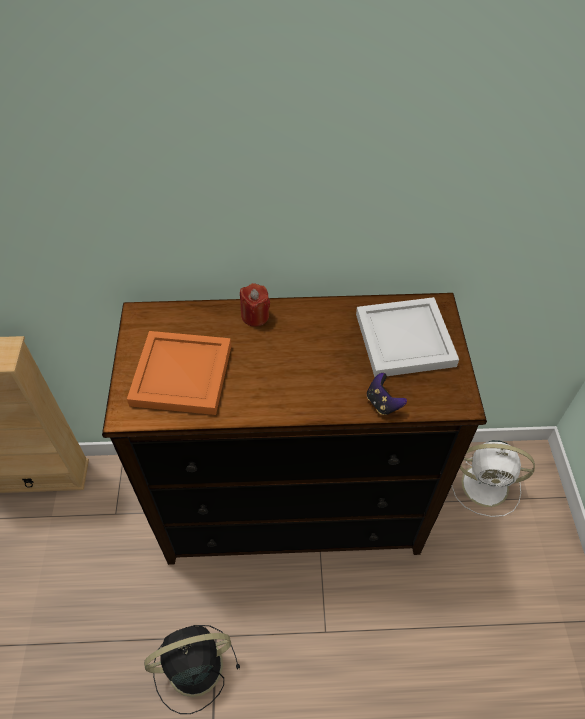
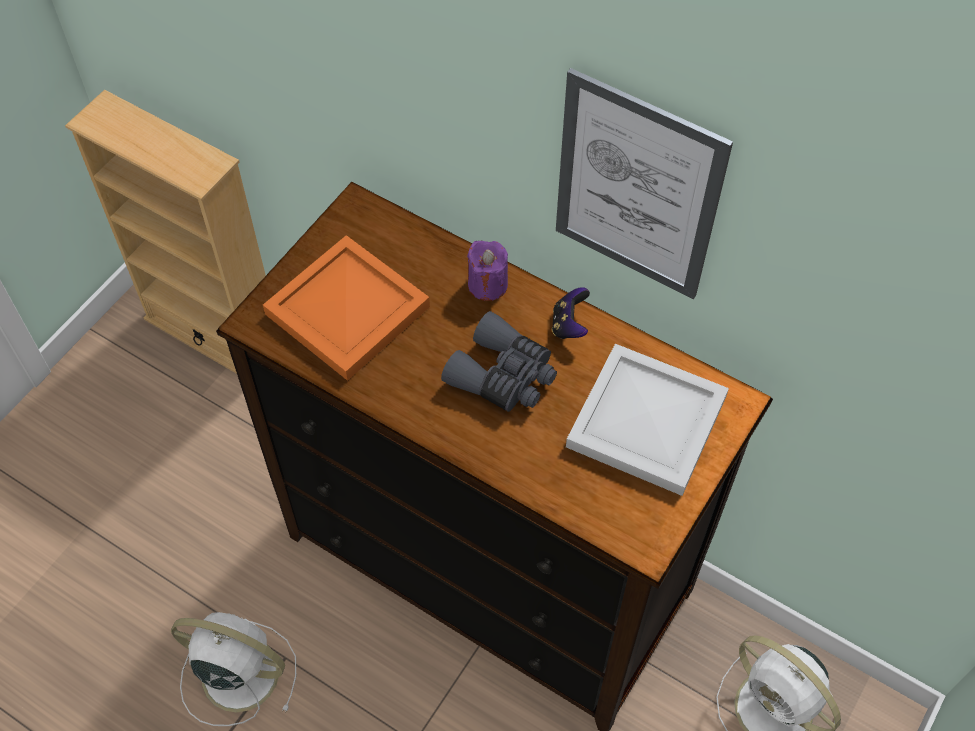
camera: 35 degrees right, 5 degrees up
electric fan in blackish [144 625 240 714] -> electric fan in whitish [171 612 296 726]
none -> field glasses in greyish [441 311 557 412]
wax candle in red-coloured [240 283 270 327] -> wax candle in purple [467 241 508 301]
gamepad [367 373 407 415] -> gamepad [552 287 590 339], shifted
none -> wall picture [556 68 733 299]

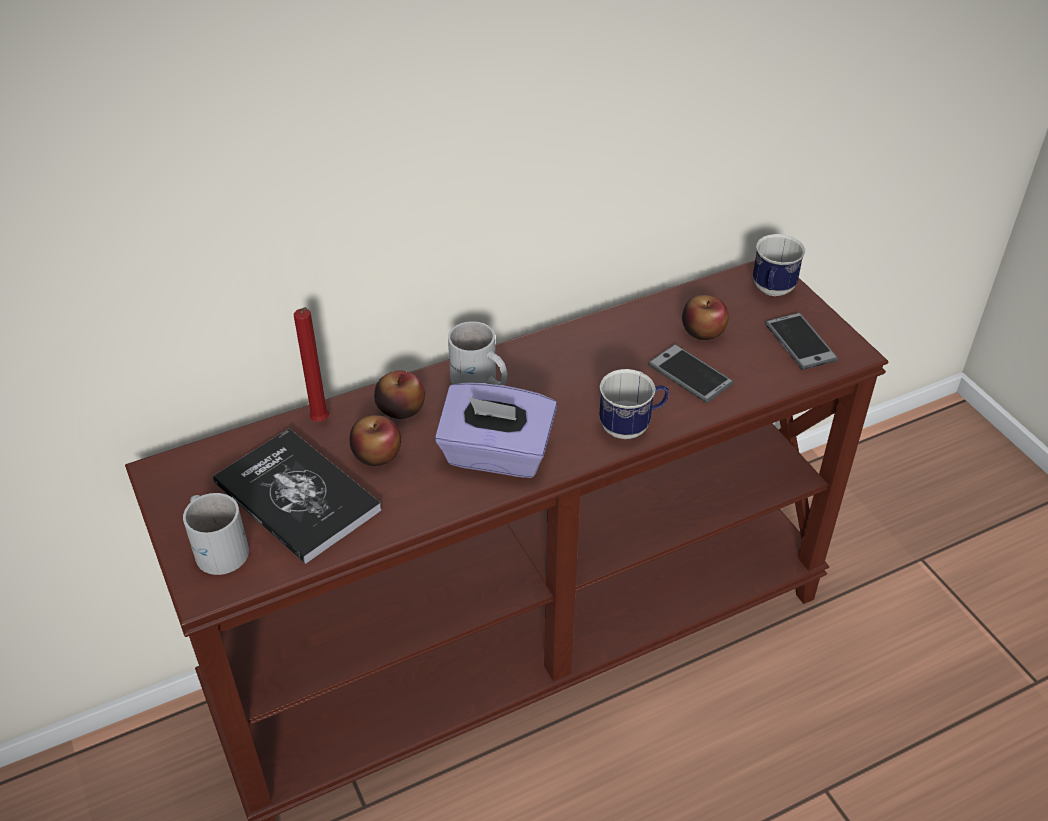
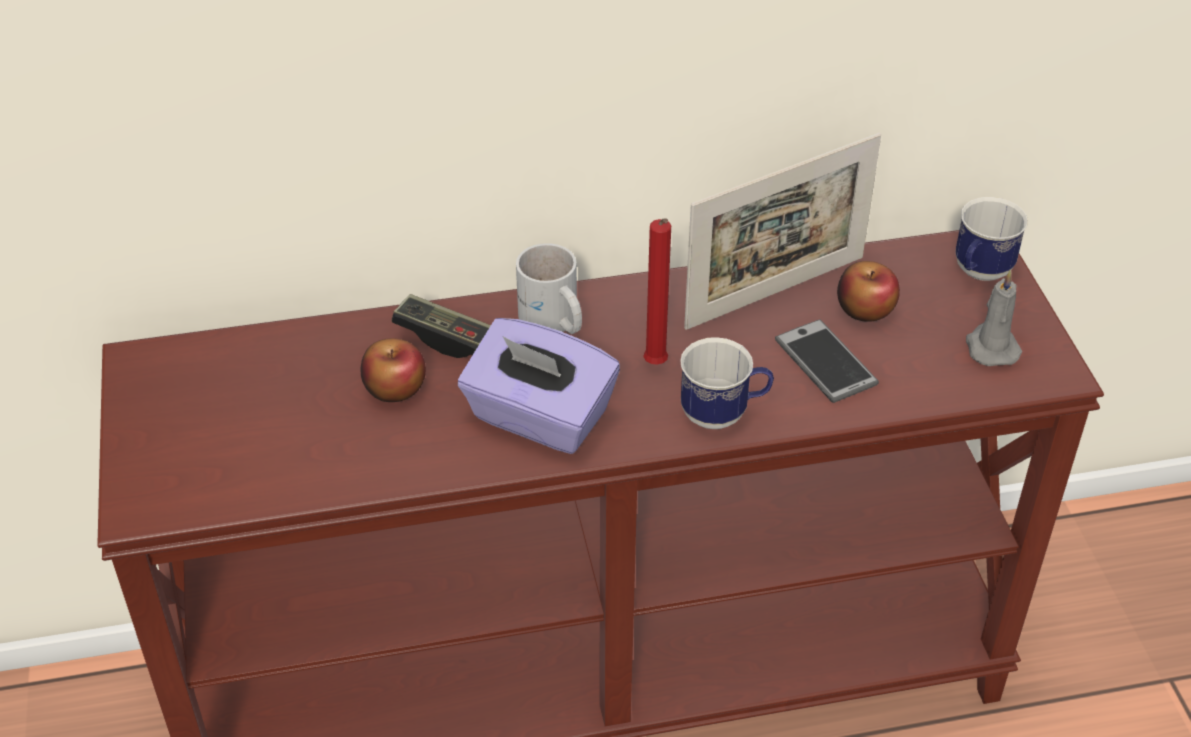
camera: 15 degrees right, 0 degrees up
apple fruit [374 370 425 419] -> gamepad [392 294 491 358]
wax candle in red-coloured [294 307 329 422] -> wax candle in red-coloured [643 218 671 365], shifted
none -> picture frame [684 133 881 330]
phone [765 313 838 370] -> wax candle in greyish [966 269 1022 366]
coffee mug in whitish [183 493 249 575] -> none
bound book [213 429 382 564] -> none

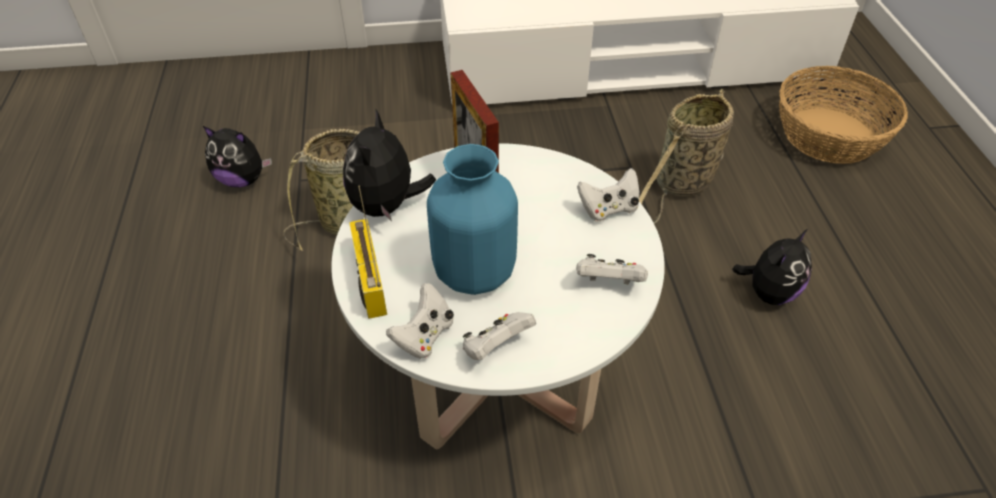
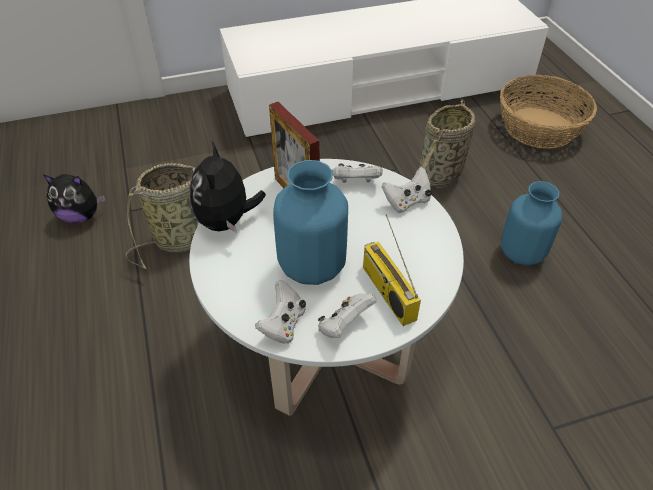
camera: 10 degrees left, 0 degrees up
gamepad in whitish [576 254 648 284] -> gamepad in whitish [332 164 383 183], shifted
radio receiver [349 185 387 319] -> radio receiver [363 214 421 326], shifted
soft toy [732 229 812 305] -> vase in blue-coloured [501 181 562 266]

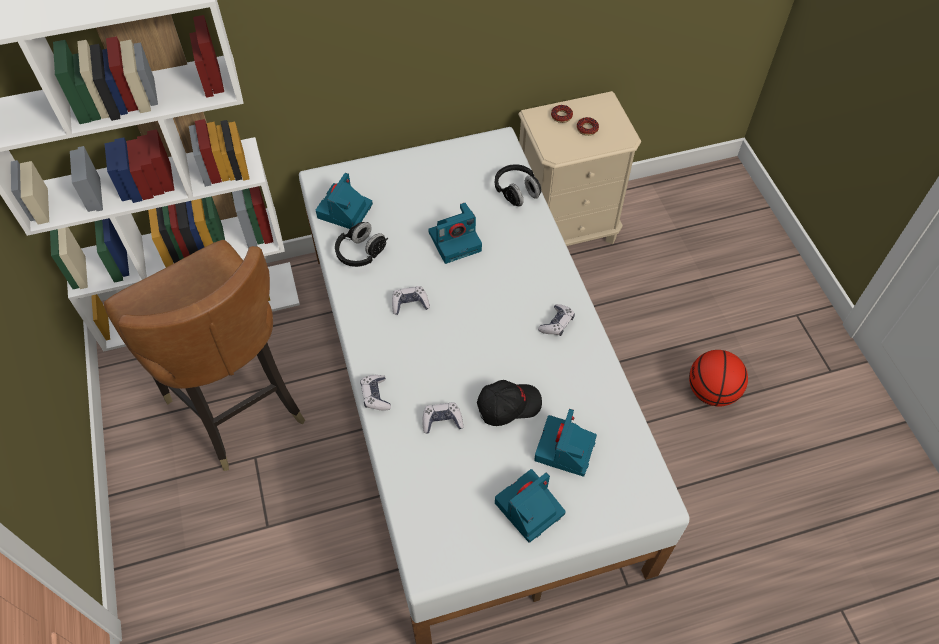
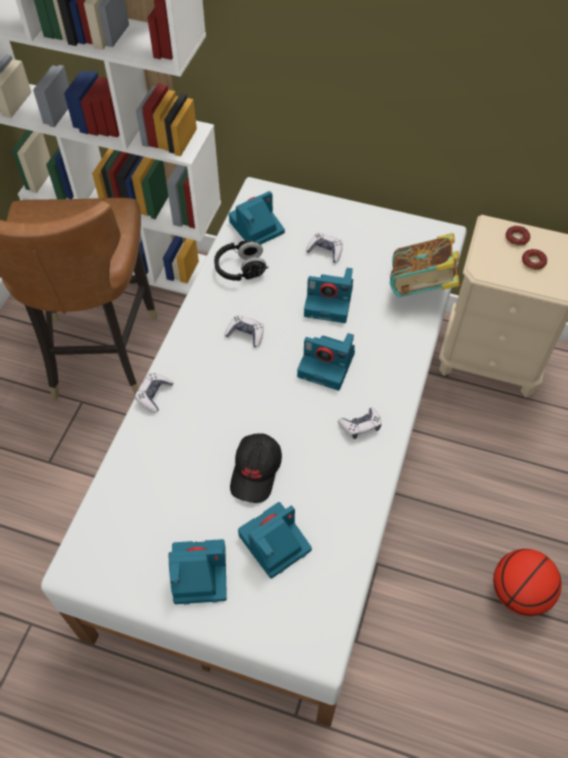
camera: 35 degrees right, 0 degrees up
baseball cap in blackish [477 380 542 426] -> baseball cap in blackish [230 433 282 503], 90 degrees clockwise
none -> still camera [297 333 355 391]
gamepad [423 403 463 434] -> gamepad [306 232 343 263], shifted
pair of headphones in blackish [495 164 541 206] -> bound book [390 233 459 297]

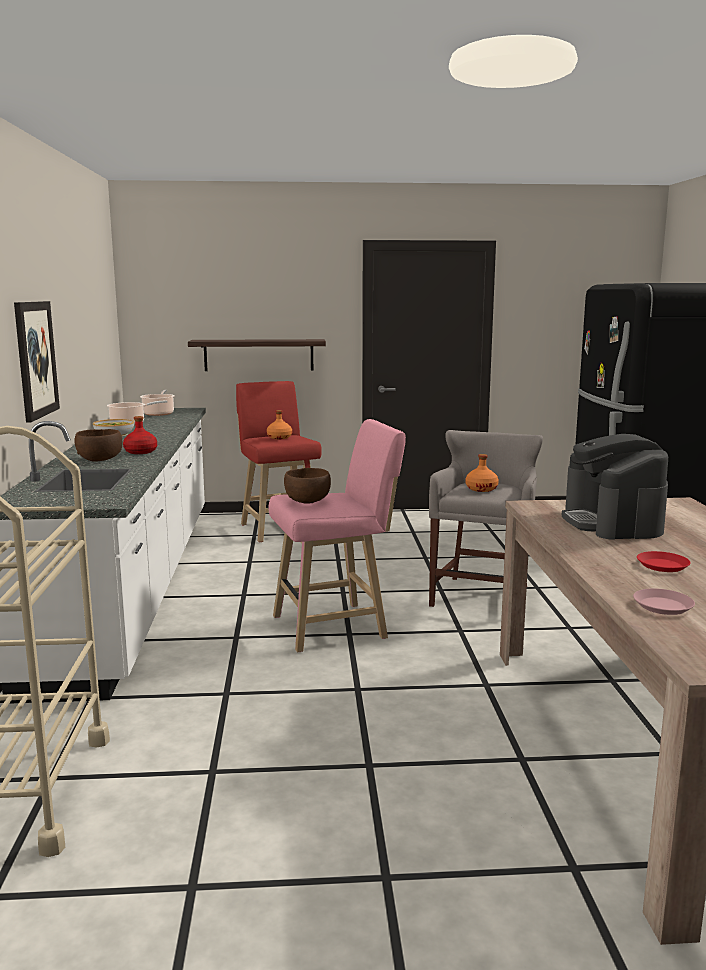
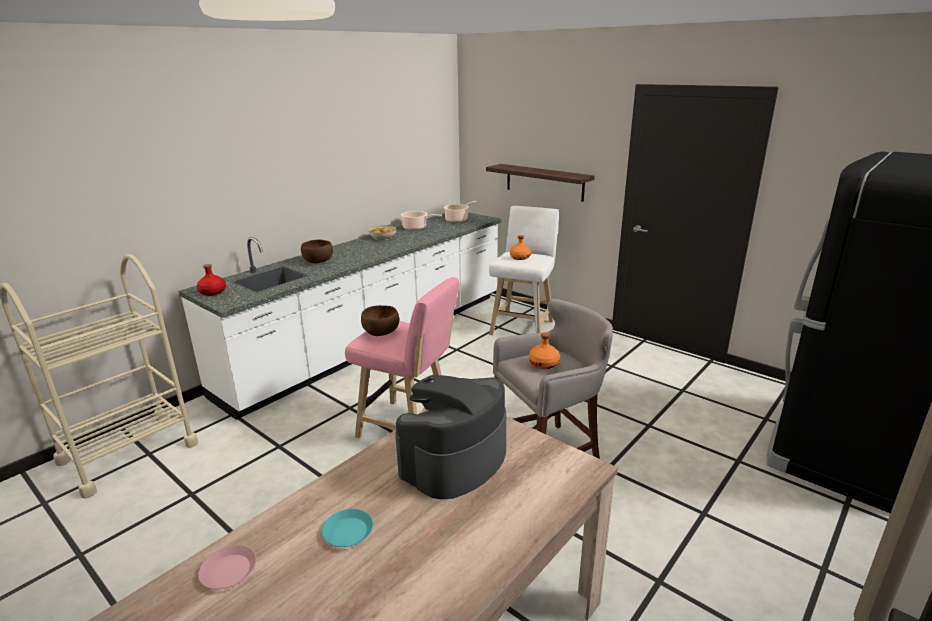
camera: 45 degrees right, 10 degrees up
drink bottle in red-coloured [123 416 157 454] -> drink bottle in red-coloured [197 264 226 296], shifted
flat dish in red-coloured [637 551 691 572] -> flat dish in turquoise [322 509 373 547]
stool in red-coloured [236 381 322 542] -> stool in whitish [489 206 559 335]
wall picture [14 301 60 422] -> none

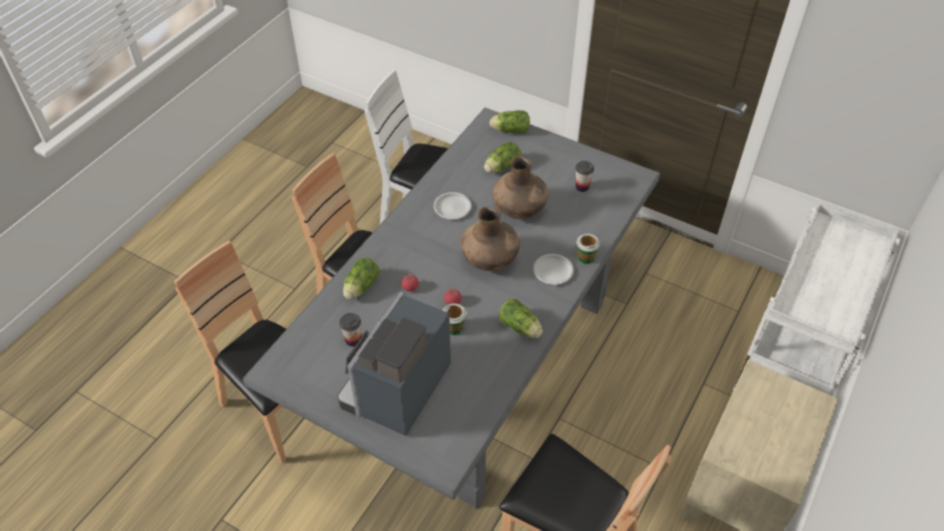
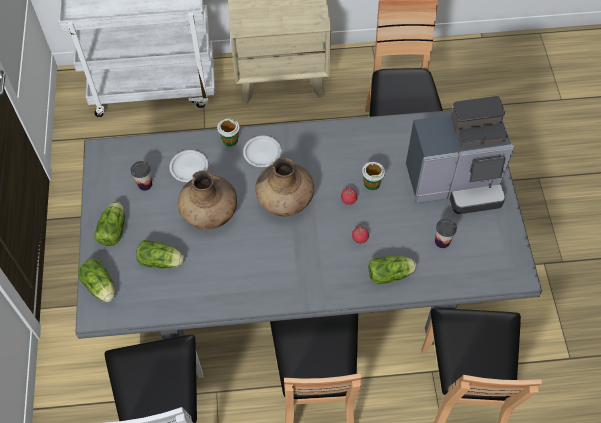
camera: 125 degrees left, 10 degrees up
lettuce head [499 299 543 338] -> lettuce head [94 202 125 246], shifted
flat dish in whitish [434 192 472 219] -> flat dish in whitish [169 150 208 182], shifted

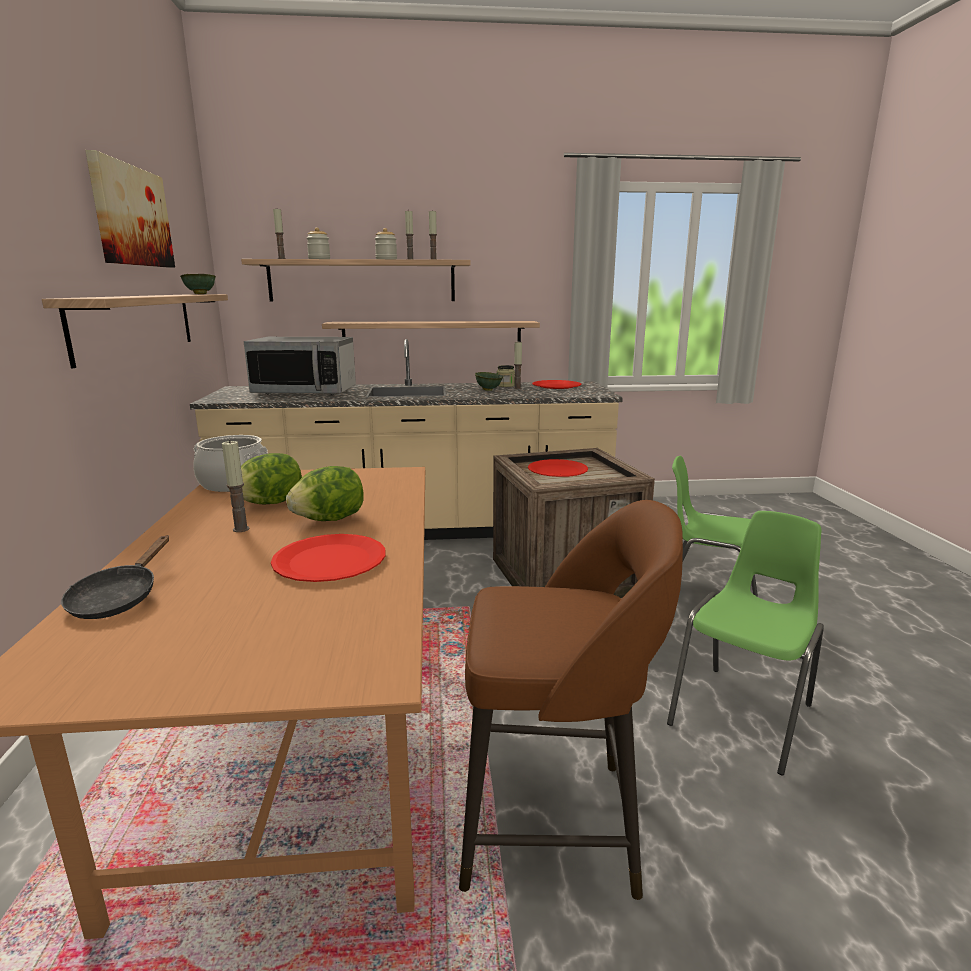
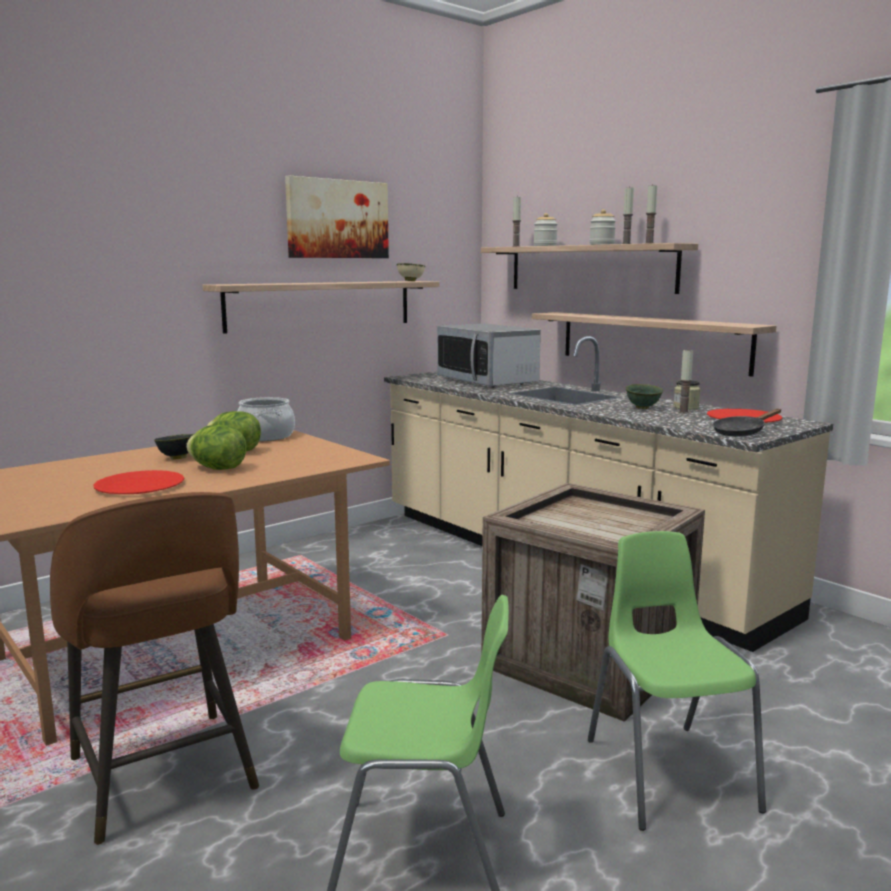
camera: 55 degrees right, 5 degrees down
wax candle [222 440 249 532] -> bowl in blackish [154 434 194 459]
bowl in green-coloured [180 274 216 294] -> bowl in beige [397 263 426 281]
pan in blackish [61 535 169 619] -> pan in blackish [712 409 781 436], shifted
flat dish in red-coloured [528 459 588 477] -> none

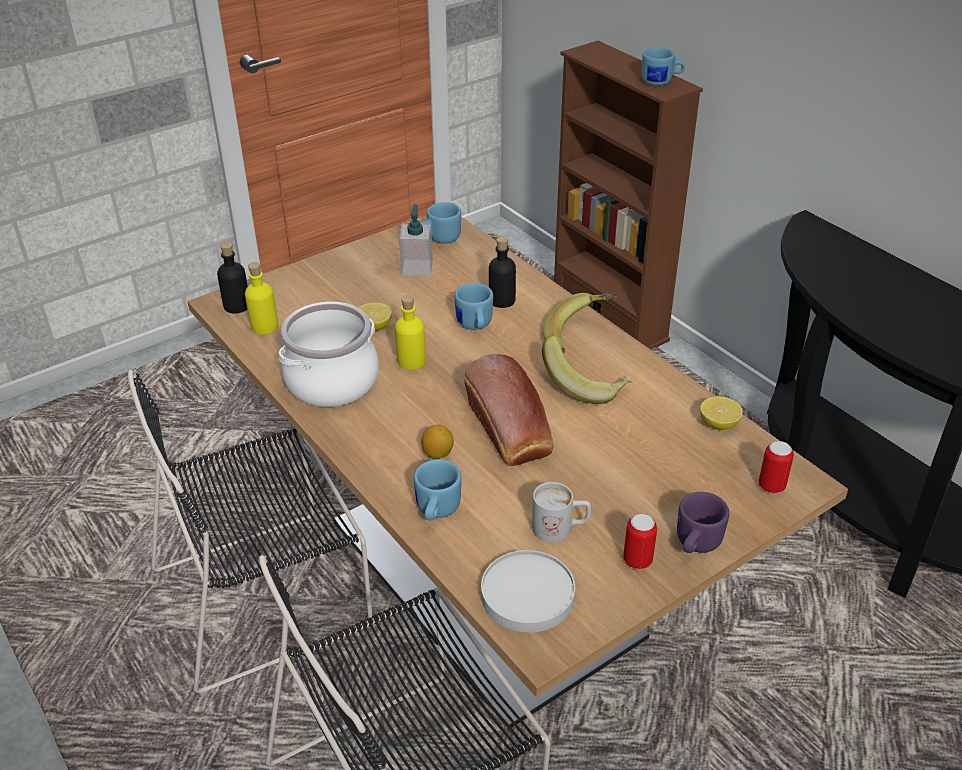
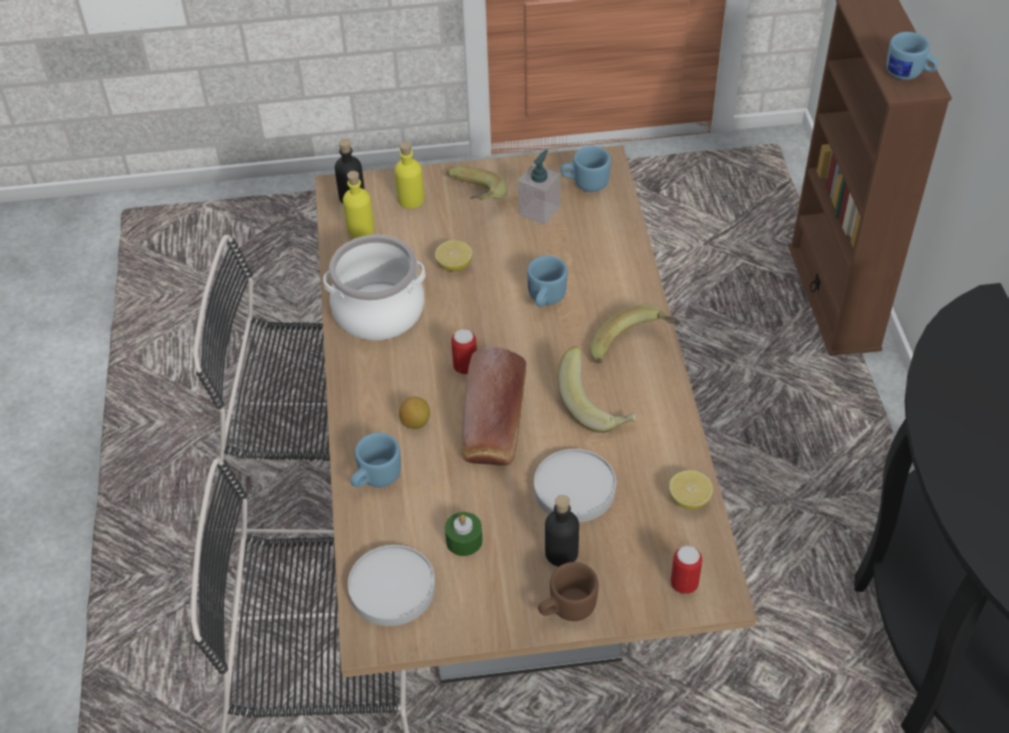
camera: 30 degrees right, 10 degrees up
drink bottle in yellow-coloured [395 295 426 370] -> drink bottle in yellow-coloured [395 141 424 209], shifted
coffee mug in whitish [532 482 591 542] -> wax candle in green-coloured [445 512 483 556]
none -> whole banana [447 166 508 200]
can [623 514 657 570] -> can [451 329 477 375], shifted
none -> flat dish in whitish [534 449 616 522]
coffee mug in purple [677 492 729 553] -> coffee mug in brown [538 562 599 621]
drink bottle in blackish [489 236 516 308] -> drink bottle in blackish [545 495 579 567], shifted

